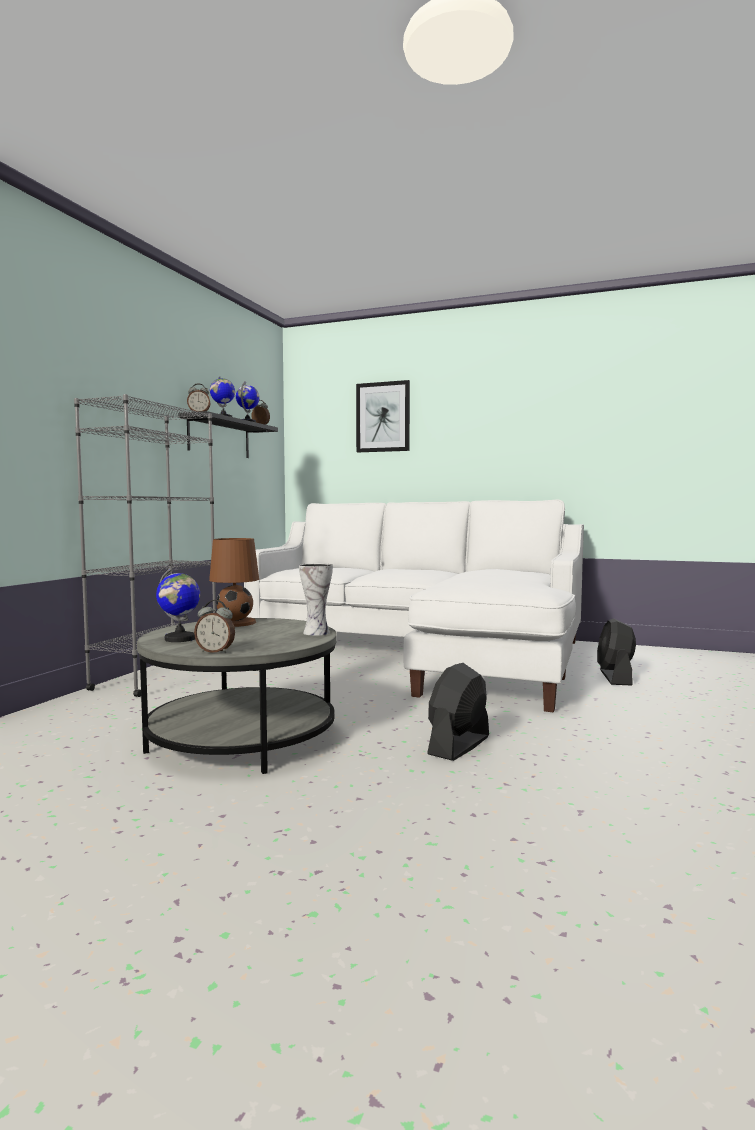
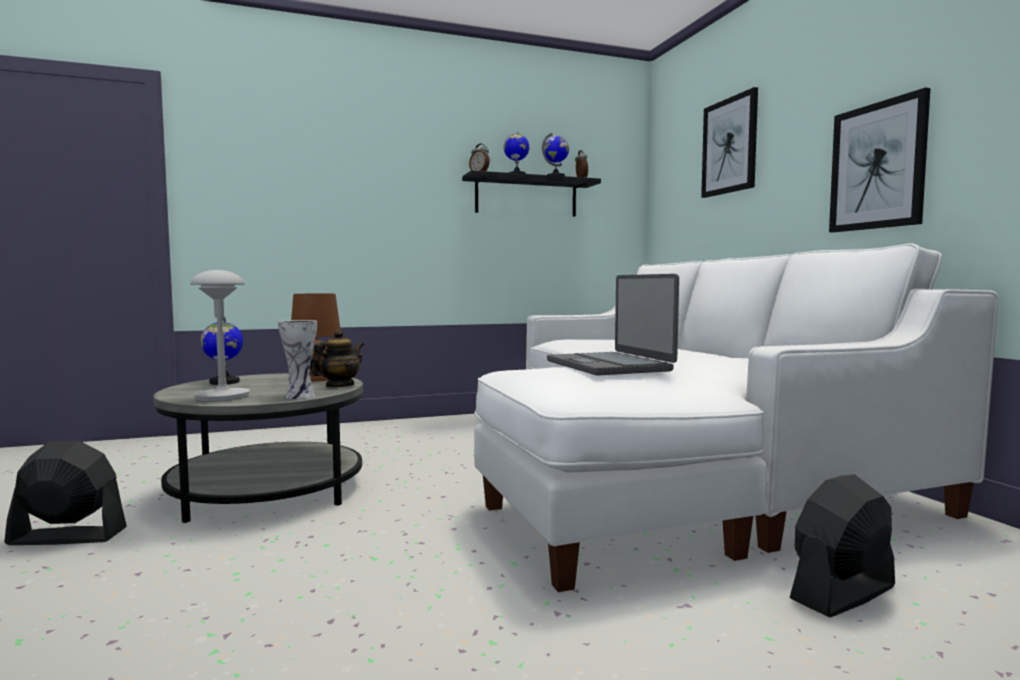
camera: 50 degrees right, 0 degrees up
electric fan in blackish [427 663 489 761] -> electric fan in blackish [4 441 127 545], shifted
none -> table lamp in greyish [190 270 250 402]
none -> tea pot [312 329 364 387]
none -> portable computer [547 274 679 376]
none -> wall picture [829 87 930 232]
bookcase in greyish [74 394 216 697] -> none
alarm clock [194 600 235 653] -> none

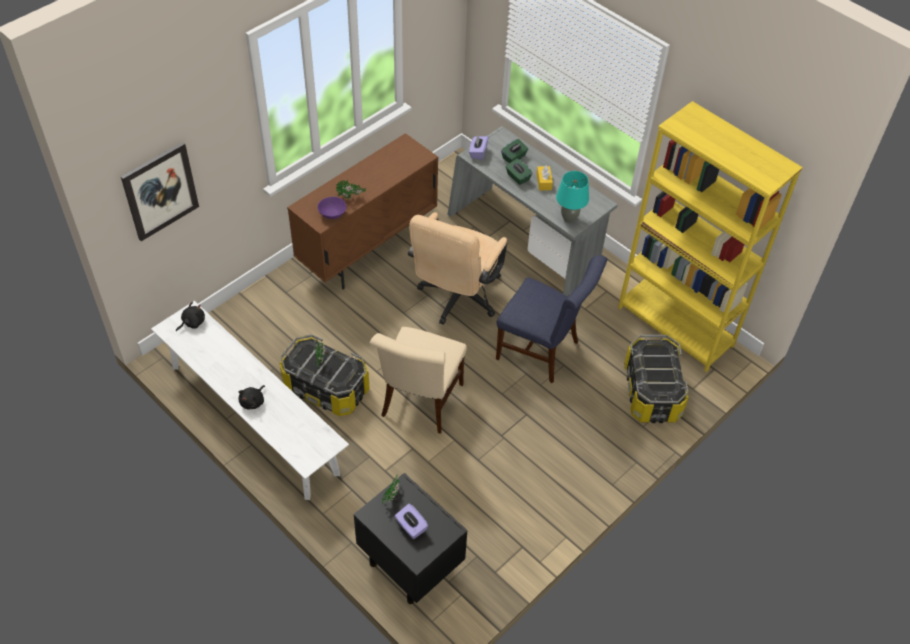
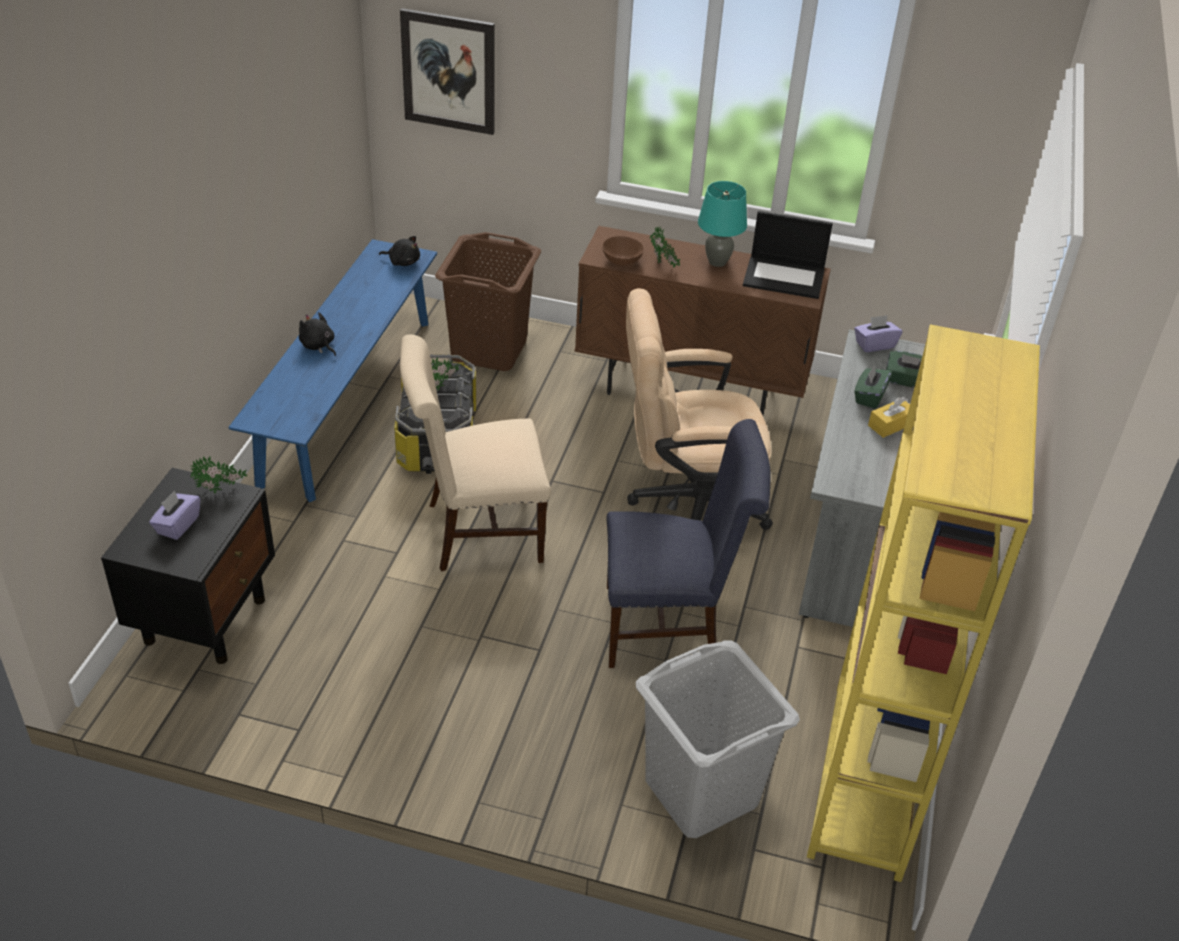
camera: 60 degrees right, 10 degrees down
indoor bench in whitish [151 301 349 500] -> indoor bench in blue-coloured [228 239 437 502]
soft toy in blackish [239 385 265 410] -> soft toy in blackish [299 312 336 356], 45 degrees clockwise
none -> hamper in brown [435 232 541 371]
bowl in purple [317 197 347 219] -> bowl in brown [602 236 644 266]
upright chair in blue-coloured [496 255 607 383] -> upright chair in blue-coloured [606 419 771 668], 90 degrees counterclockwise
storage box [624 335 688 423] -> hamper in greyish [635 640 800 838]
table lamp in turquoise [556 171 589 223] -> table lamp in turquoise [698 181 747 267], shifted
none -> portable computer [743 211 833 299]

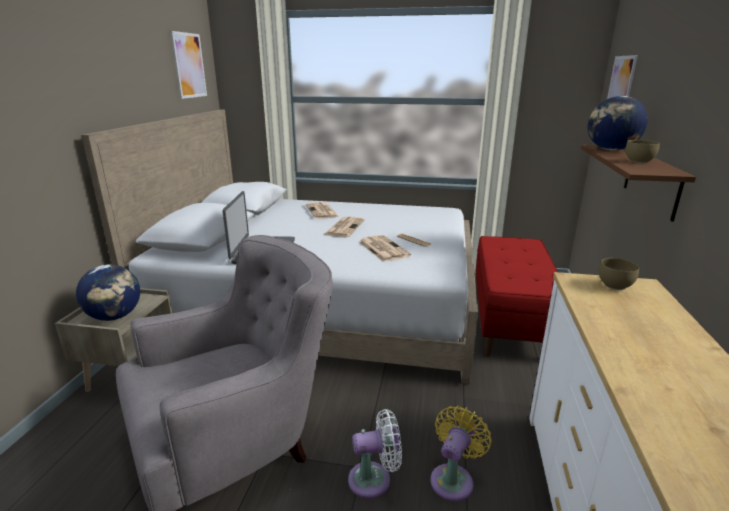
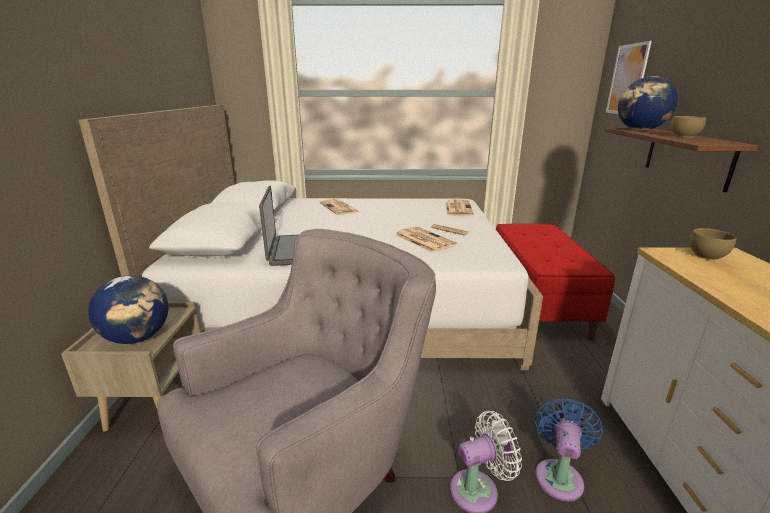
camera: 10 degrees left, 0 degrees up
newspaper [324 217 365 237] -> newspaper [446 199 474 216], shifted
electric fan in yellow-coloured [430 406 492 501] -> electric fan in blue-coloured [535 397 603 501]
wall picture [170 31 207 99] -> none

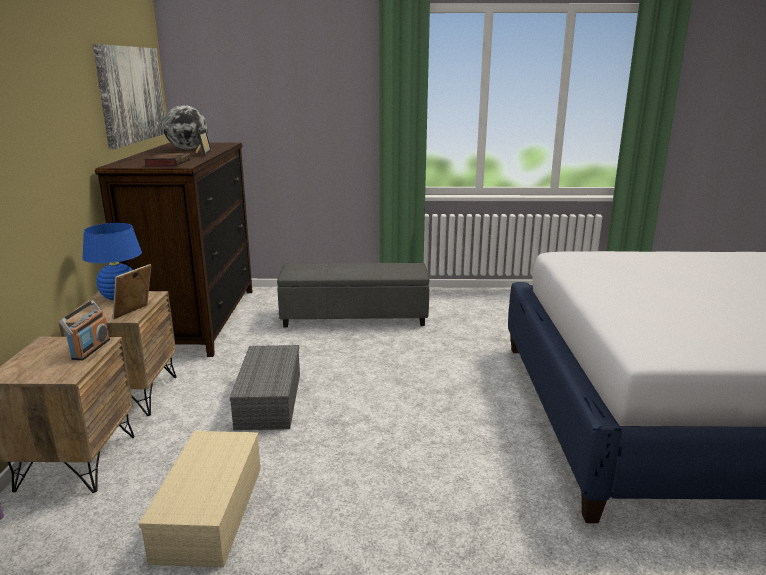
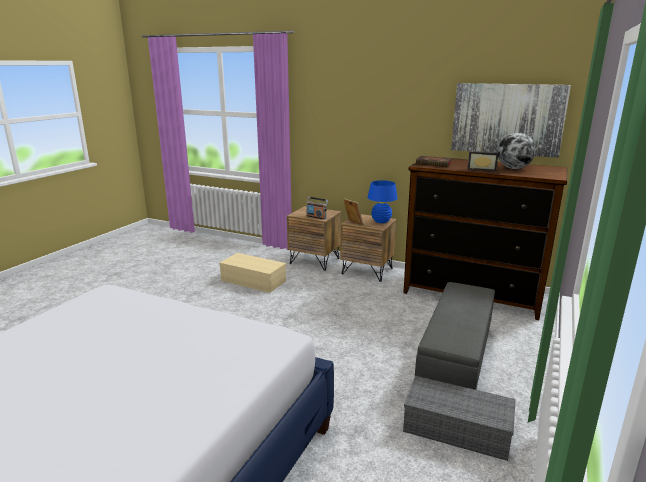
camera: 115 degrees right, 0 degrees up
storage box in greyish [230 345 300 431] -> storage box in greyish [403 376 516 461], shifted

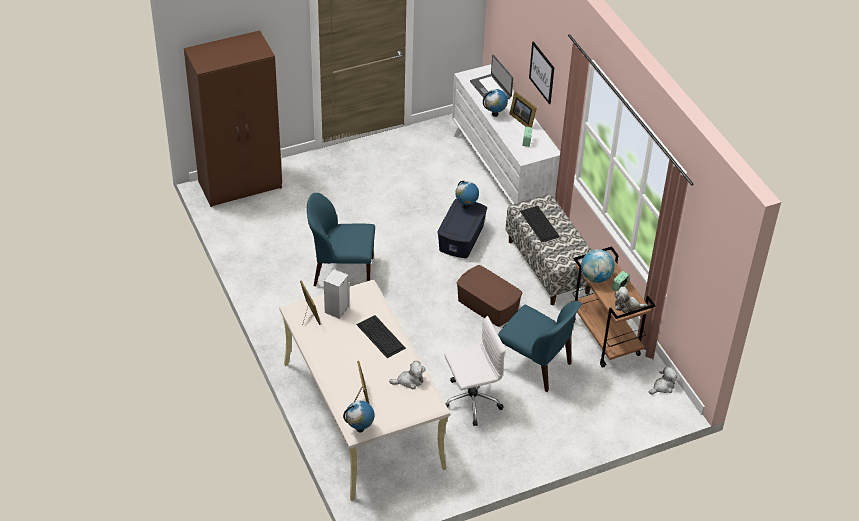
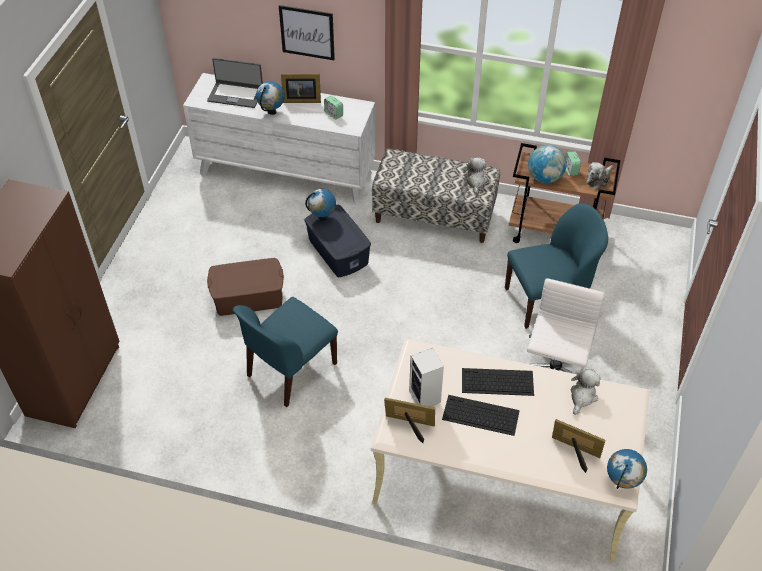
camera: 50 degrees left, 5 degrees up
storage box in brown [457 265 523 327] -> storage box in brown [207 258 284 316], shifted
computer keyboard [520 206 560 242] -> computer keyboard [442 395 520 436], shifted
soft toy [649 366 678 395] -> soft toy [464 157 488 194], shifted

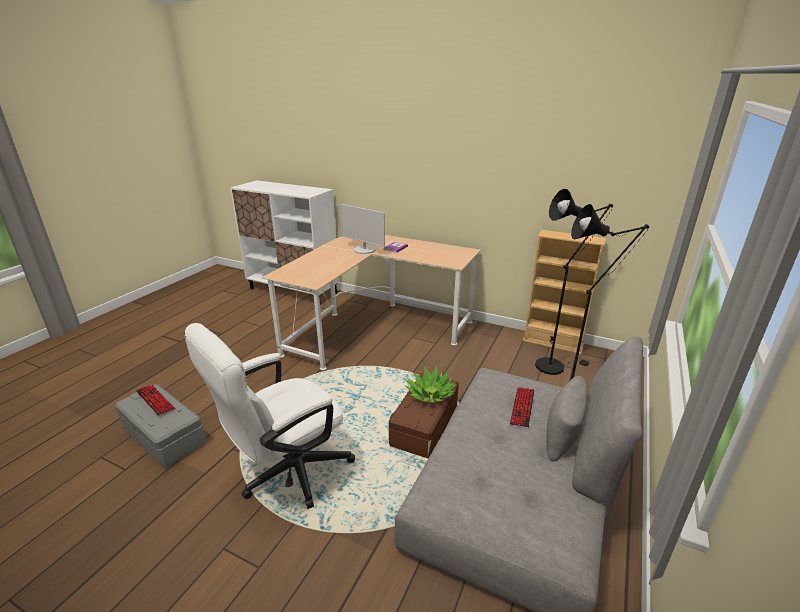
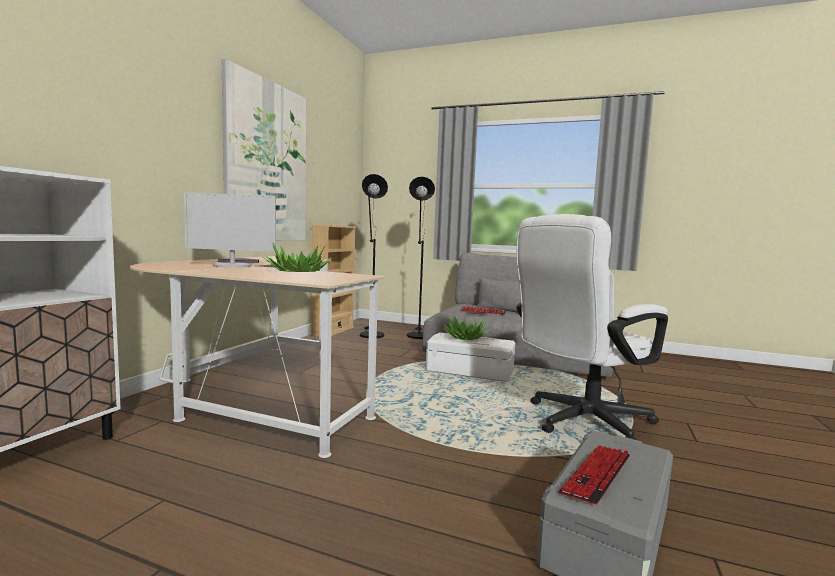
camera: 95 degrees left, 20 degrees down
computer display [340 204 385 254] -> computer display [184 192 276 268], 60 degrees clockwise
none -> wall picture [222 59 306 241]
none -> potted plant [263 242 332 272]
storage box in brown [389 373 459 458] -> storage box in whitish [426 332 515 382]
computer chair in whitish [185 323 355 509] -> computer chair in whitish [516 214 668 440], 105 degrees clockwise

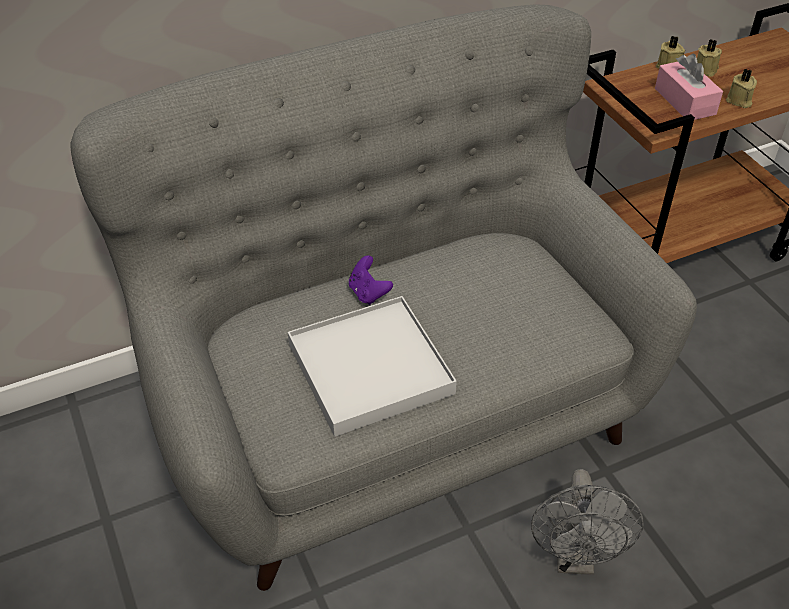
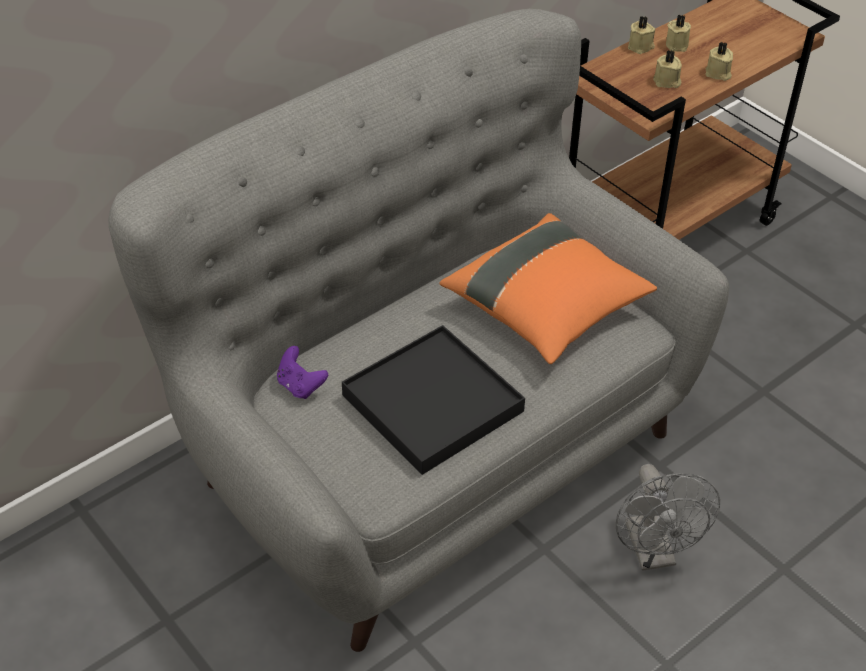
camera: 15 degrees left, 0 degrees up
gamepad in purple [349 255 393 305] -> gamepad in purple [277 346 328 399], shifted
tray in whitish [288 296 457 437] -> tray in blackish [342 325 525 475]
none -> pillow in orange-coloured [440 213 657 364]
tissue holder in pink-coloured [655 54 723 120] -> wax candle in beige [653 50 682 88]

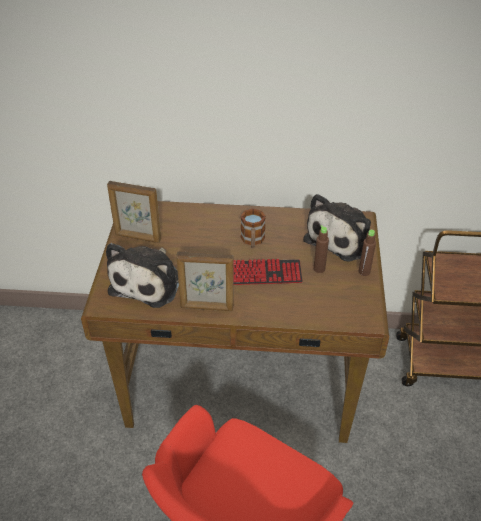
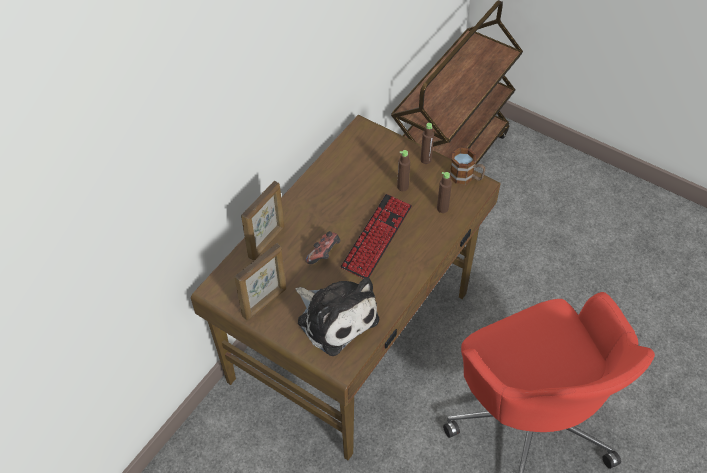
camera: 60 degrees left, 10 degrees up
picture frame [176 251 234 311] -> picture frame [241 181 285 260], shifted
none -> gamepad [306 231 341 264]
none -> drink bottle in brown [437 172 452 213]
coffee mug [241 209 266 248] -> coffee mug [450 148 486 184], shifted
soft toy [303 194 371 262] -> none

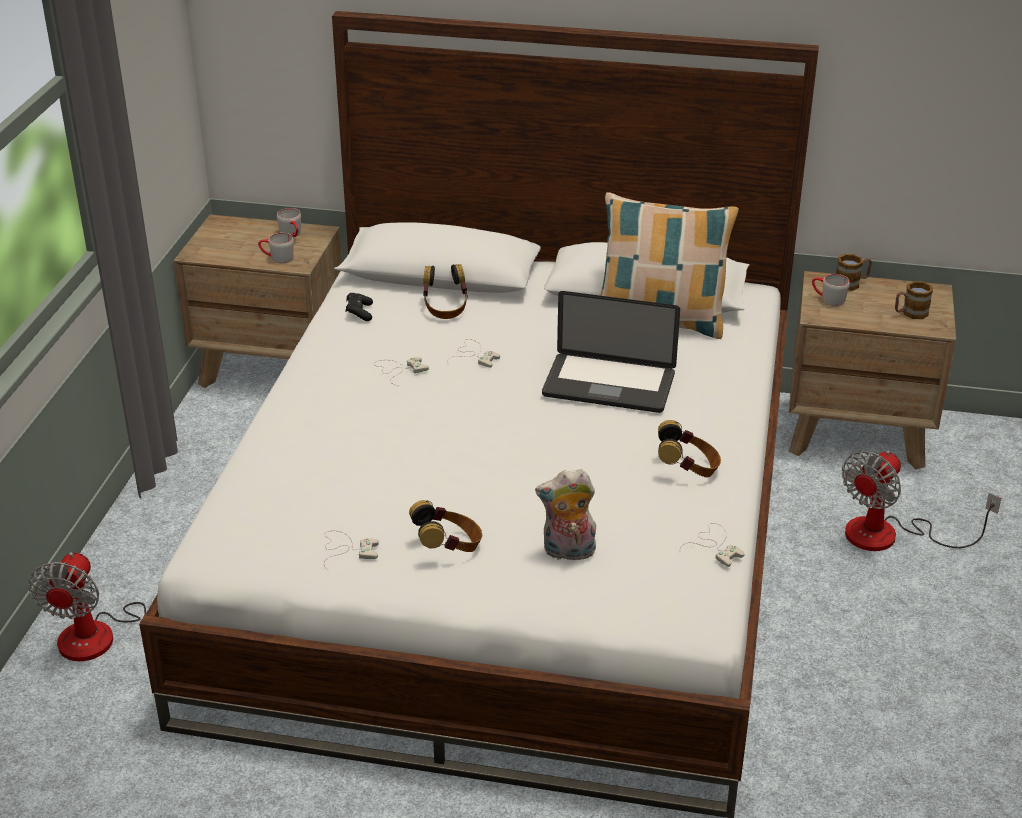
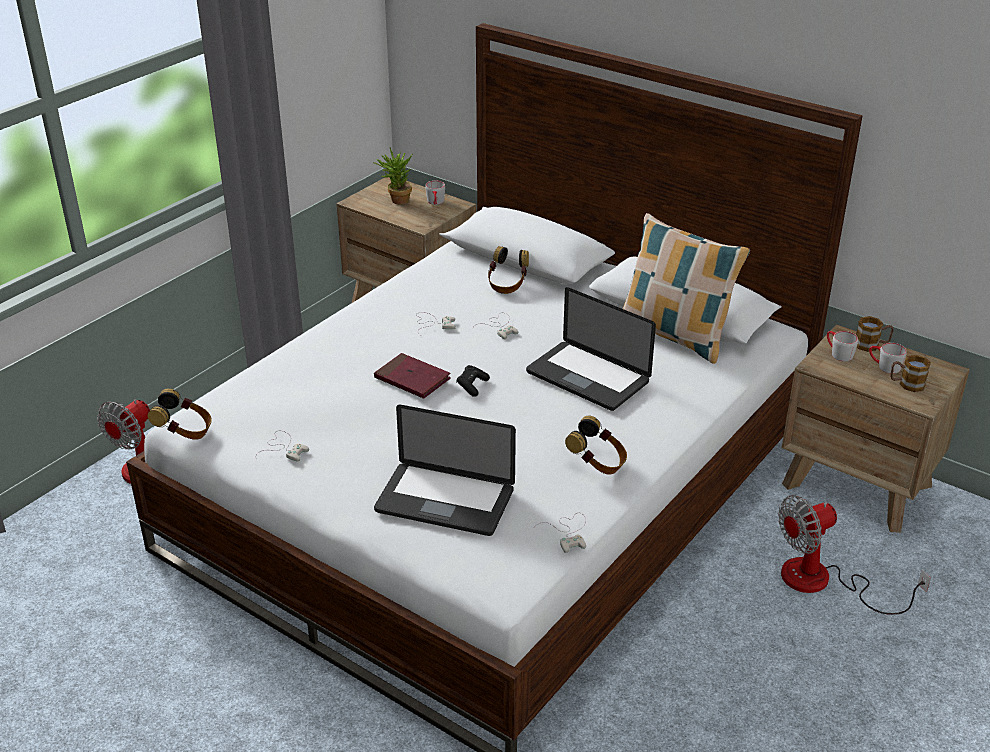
camera: 25 degrees right, 0 degrees up
pair of headphones [409 500 482 552] -> pair of headphones [148 388 212 440], shifted
none -> potted plant [373 148 412 204]
none -> bound book in red-coloured [374 353 451 399]
soft toy [535 469 597 560] -> portable computer [374 405 516 536]
gamepad in blackish [345 293 373 321] -> gamepad in blackish [456 365 490 397], shifted
coffee mug in greyish [258 233 294 263] -> coffee mug in greyish [869 343 906 374], shifted

